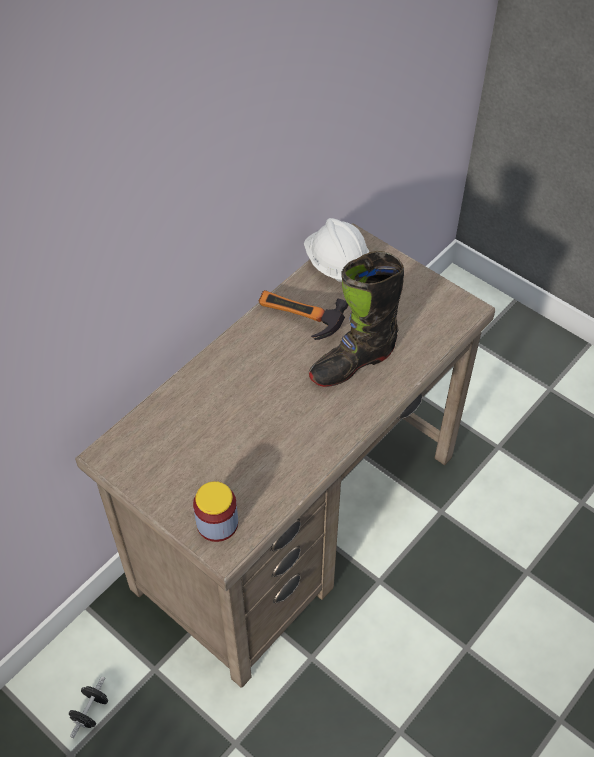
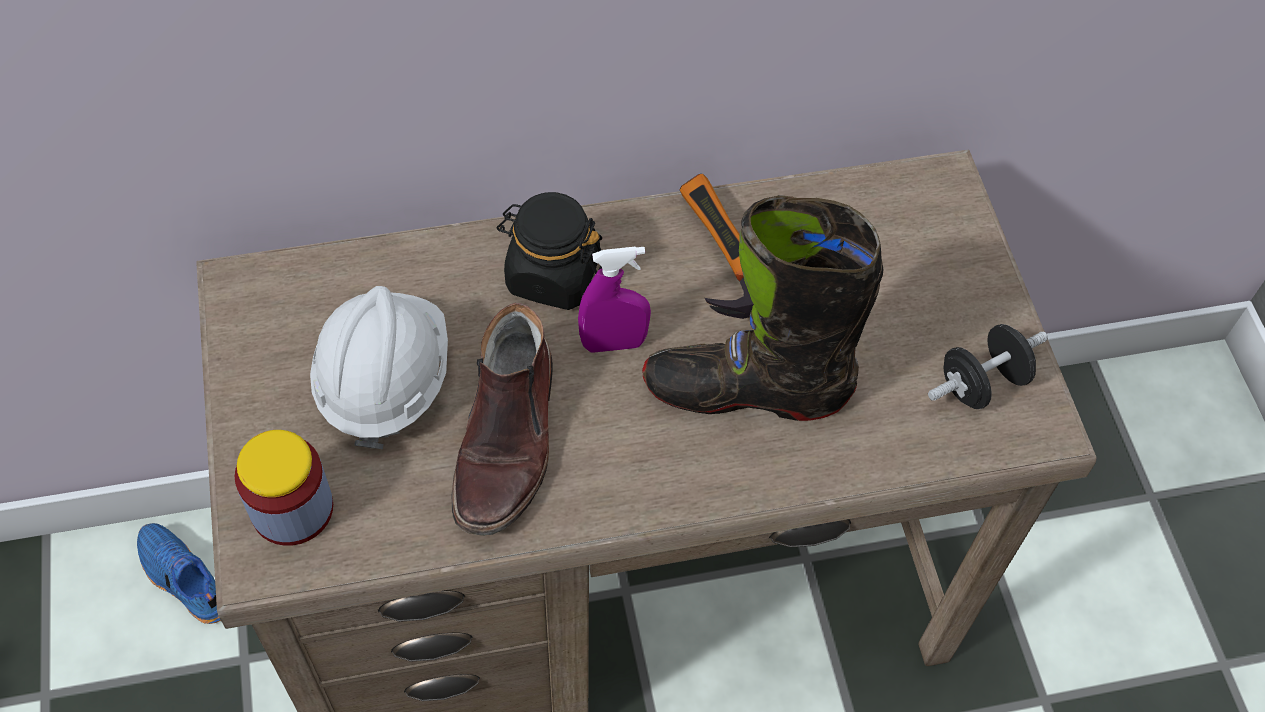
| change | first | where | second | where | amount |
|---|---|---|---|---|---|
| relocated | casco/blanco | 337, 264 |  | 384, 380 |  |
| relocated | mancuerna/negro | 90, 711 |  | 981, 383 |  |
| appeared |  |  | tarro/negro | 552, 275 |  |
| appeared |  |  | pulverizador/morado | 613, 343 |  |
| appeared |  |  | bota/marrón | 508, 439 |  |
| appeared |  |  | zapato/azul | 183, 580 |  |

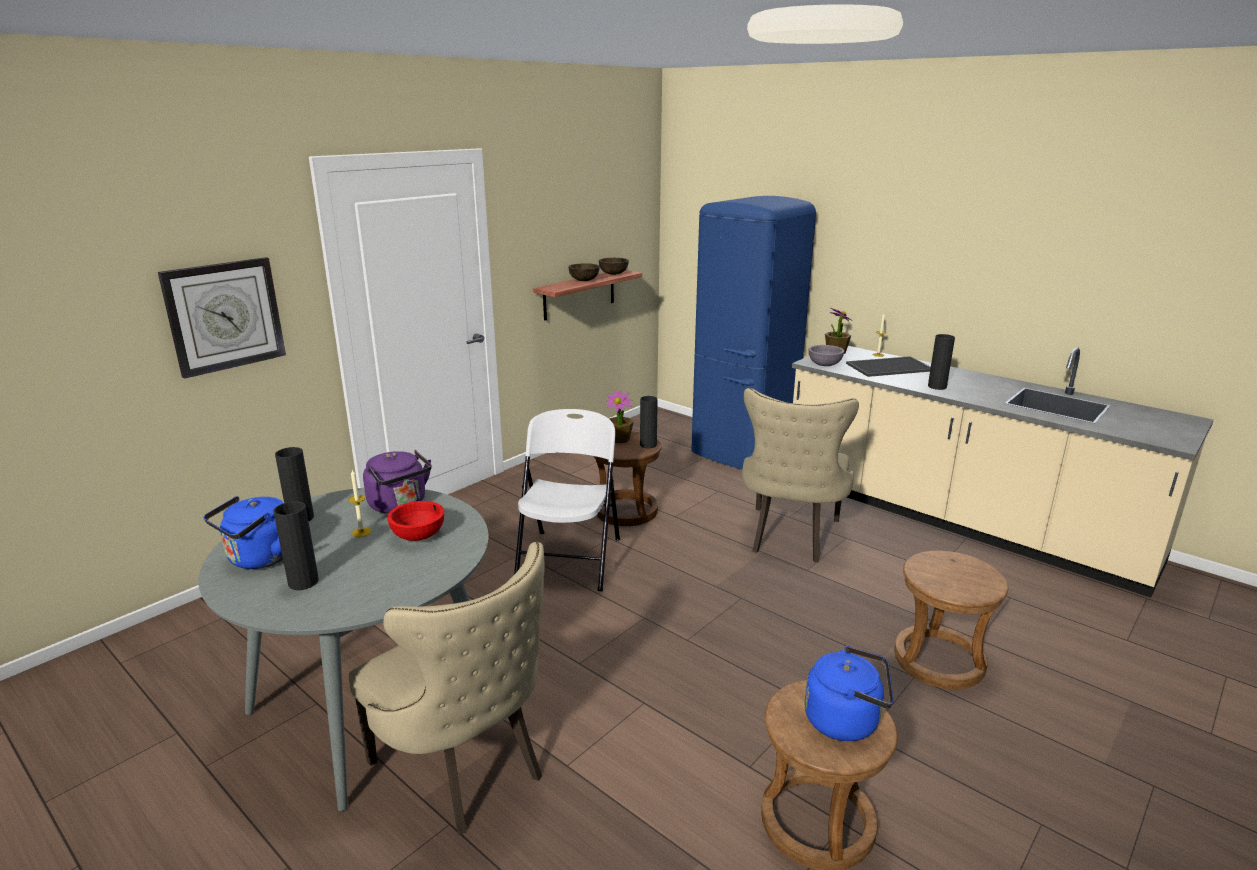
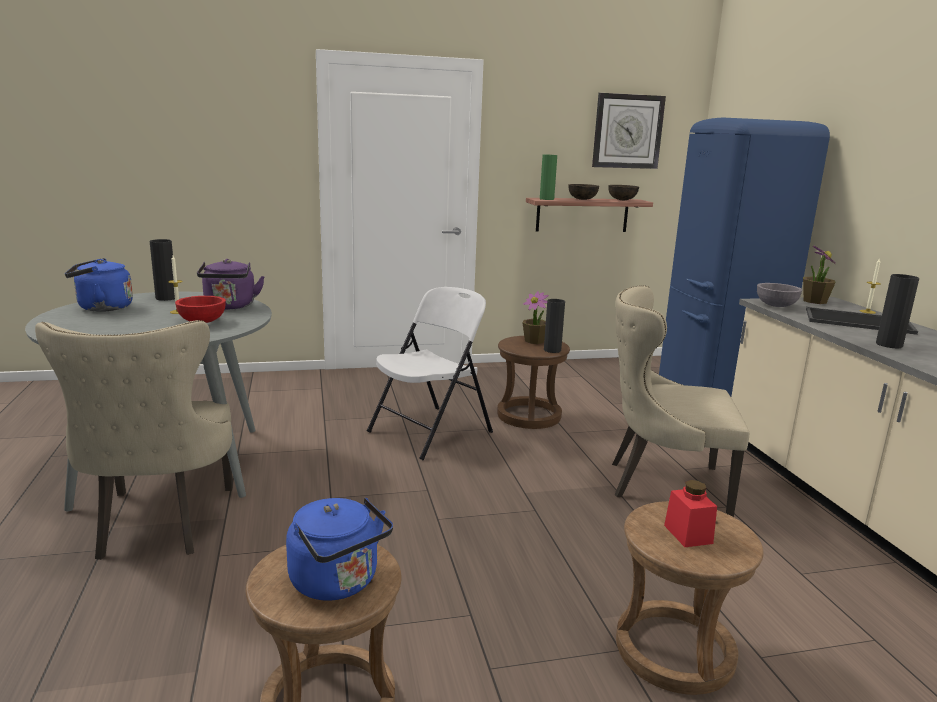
| change | first | where | second | where | amount |
|---|---|---|---|---|---|
| relocated | reloj de pared | 224, 316 |  | 627, 131 |  |
| spun | silla/beis | 790, 536 |  | 662, 484 | 45 degrees clockwise |
| missing | florero/negro | 303, 582 |  |  |  |
| appeared |  |  | florero/verde | 546, 199 |  |
| appeared |  |  | tarro/rojo | 688, 534 |  |

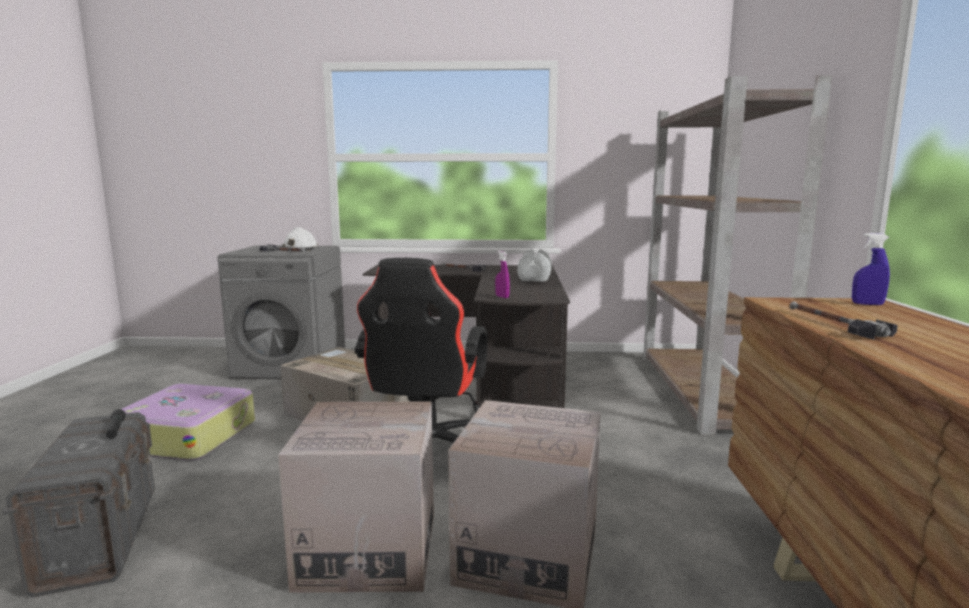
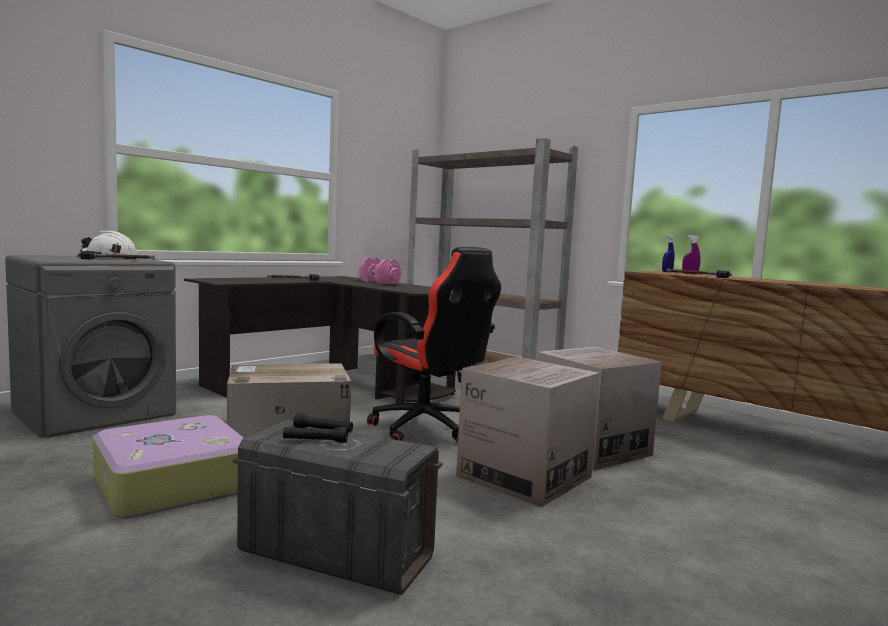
| change | first | where | second | where | amount |
|---|---|---|---|---|---|
| colour | mancuerna/blanco | 534, 278 | mancuerna/rosa | 379, 282 |  |
| relocated | pulverizador/morado | 502, 297 |  | 690, 273 |  |
| appeared |  |  | linterna/negro | 315, 441 |  |

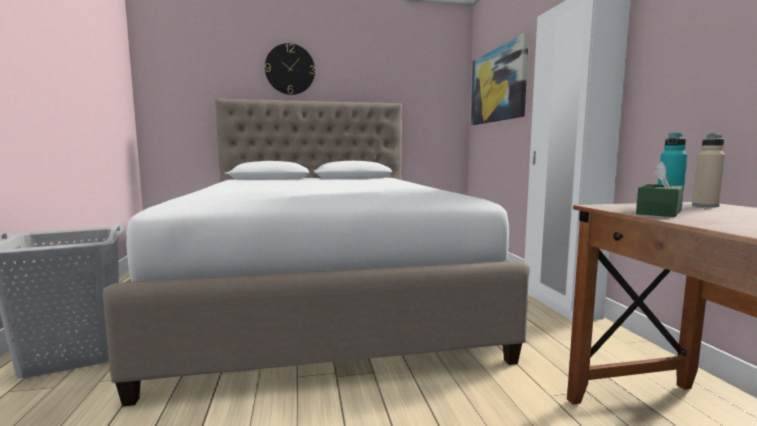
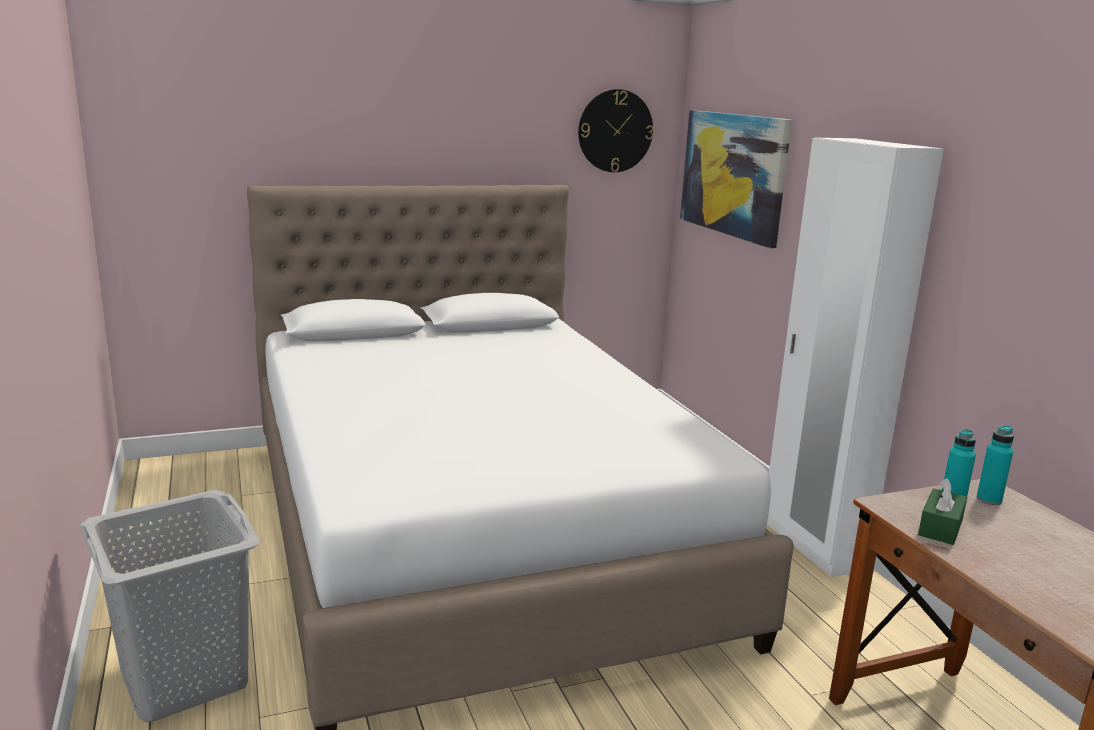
| change | first | where | second | where | amount |
|---|---|---|---|---|---|
| relocated | reloj de pared | 290, 69 |  | 615, 131 |  |
| colour | botella/beis | 705, 206 | botella/turquesa | 989, 500 |  |

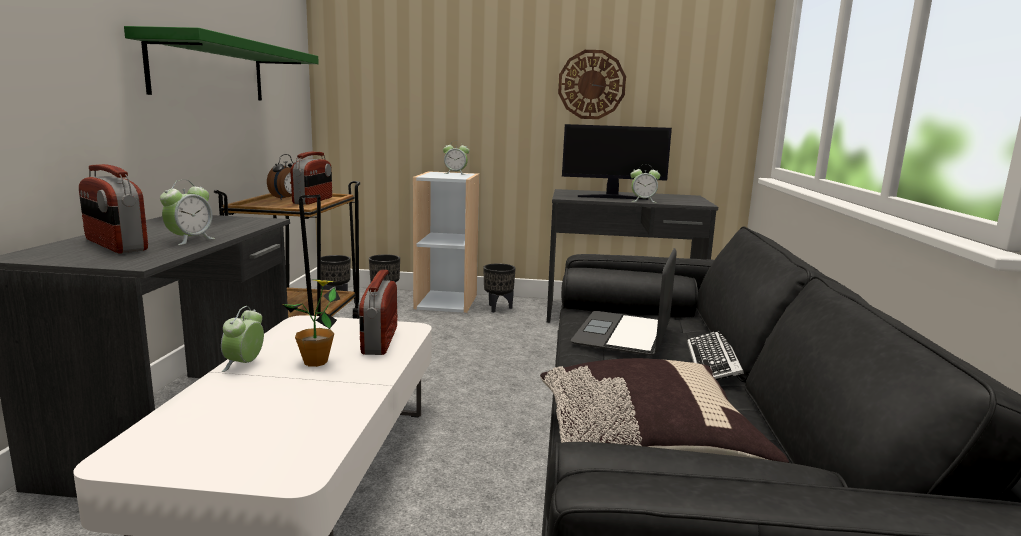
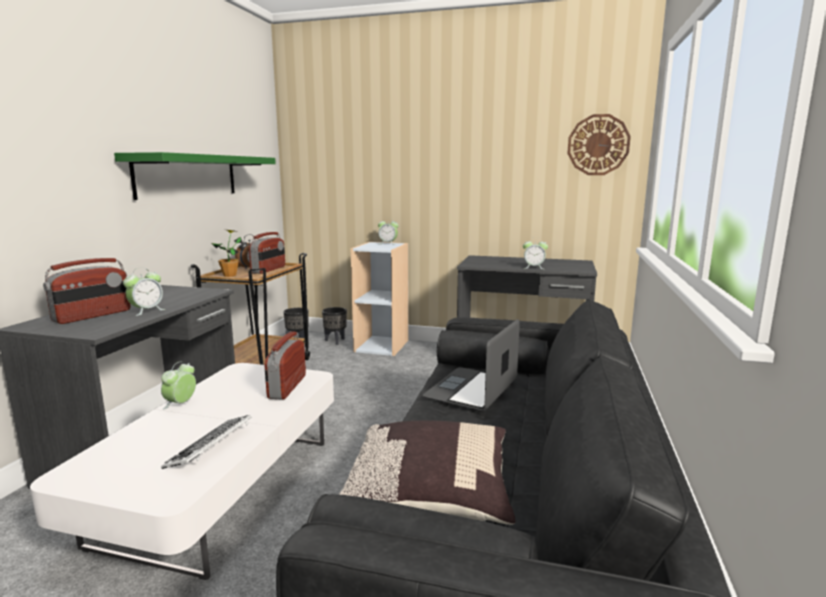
| change | first | where | second | where | amount |
|---|---|---|---|---|---|
| relocated | reloj de pared | 591, 84 |  | 598, 145 |  |
| missing | monitor | 612, 197 |  |  |  |
| spun | radio | 115, 245 |  | 93, 316 | 105 degrees counterclockwise |
| missing | maceta/negro | 498, 308 |  |  |  |
| relocated | planta en maceta | 316, 362 |  | 230, 275 |  |
| relocated | teclado | 712, 363 |  | 210, 447 |  |

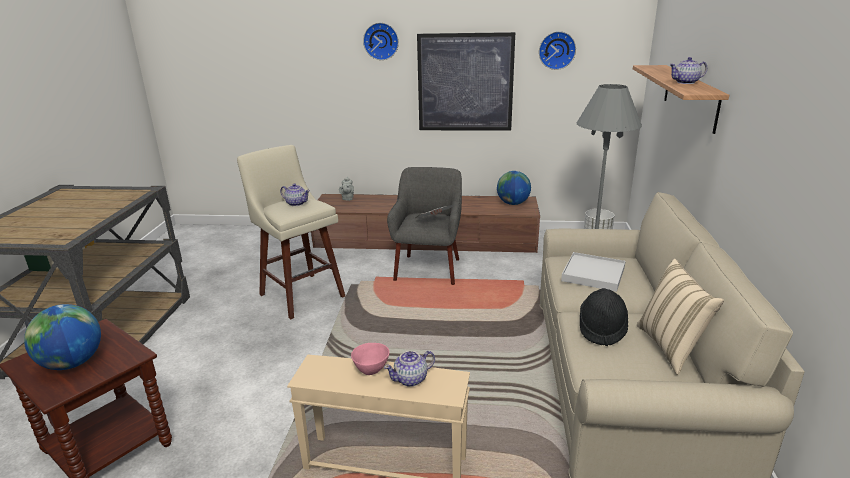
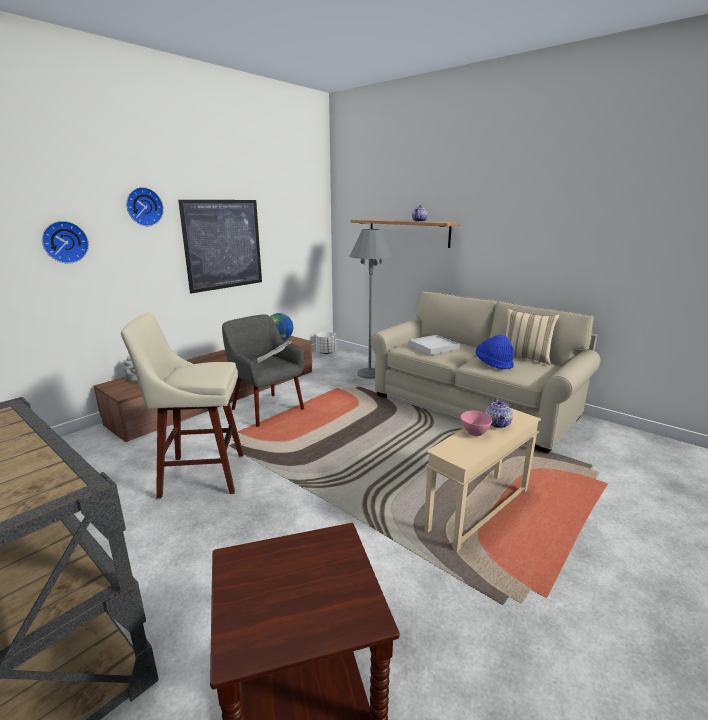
| change | first | where | second | where | amount |
|---|---|---|---|---|---|
| relocated | reloj de pared | 556, 50 |  | 64, 242 |  |
| missing | tetera | 296, 203 |  |  |  |
| colour | sombrero/negro | 602, 329 | sombrero/azul | 493, 363 |  |
| missing | globo terráqueo | 72, 363 |  |  |  |

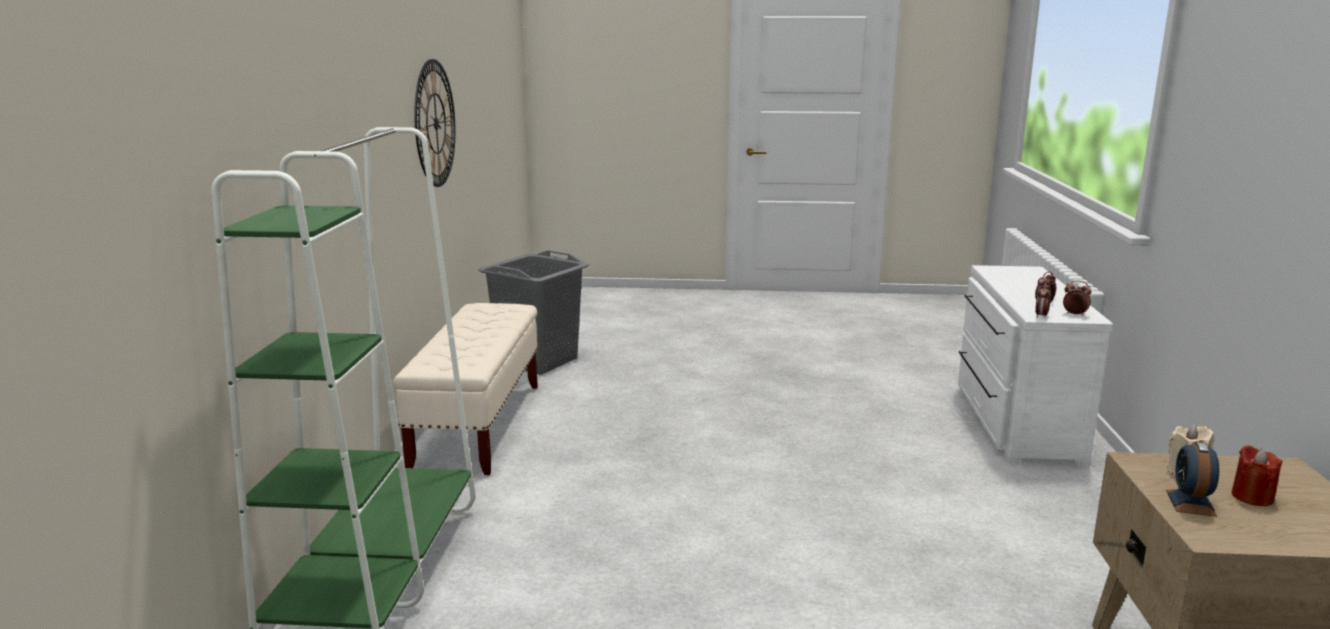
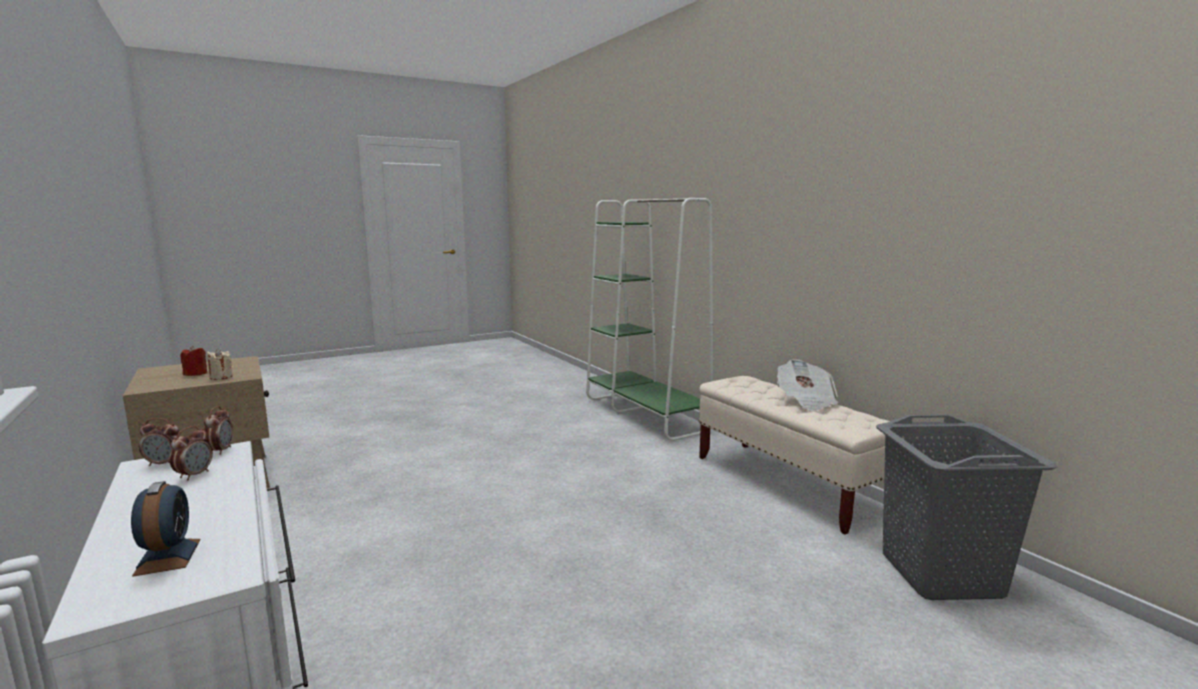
| change | first | where | second | where | amount |
|---|---|---|---|---|---|
| missing | reloj de pared | 435, 123 |  |  |  |
| relocated | despertador | 1190, 503 |  | 168, 557 |  |
| appeared |  |  | periódico | 805, 401 |  |

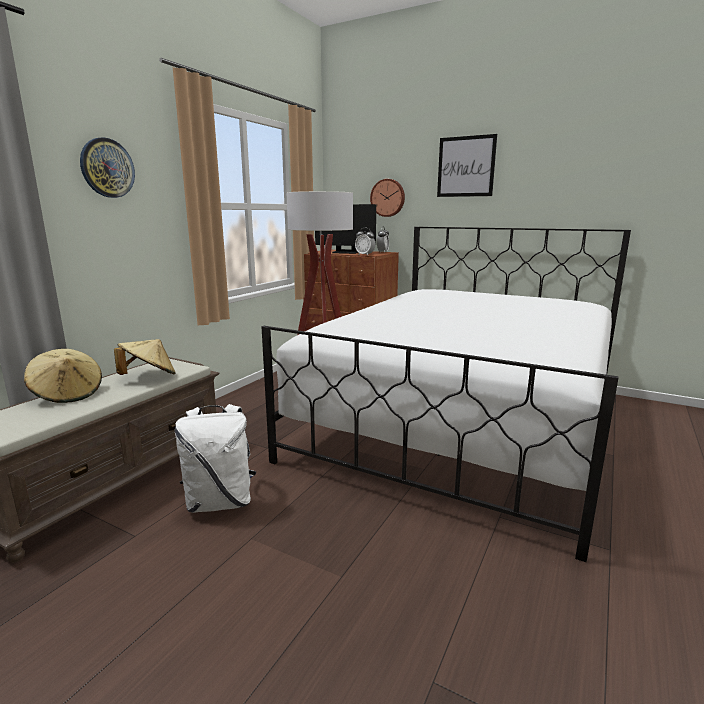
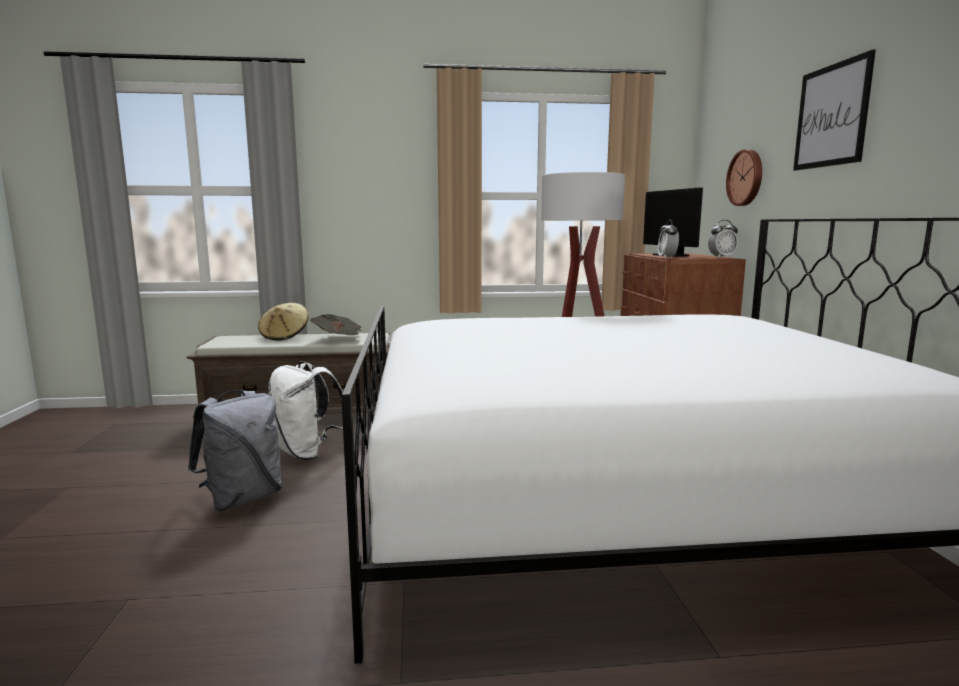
| change | first | where | second | where | amount |
|---|---|---|---|---|---|
| missing | reloj de pared | 107, 168 |  |  |  |
| exchanged | sombrero/beis | 149, 377 | periódico | 339, 339 |  |
| appeared |  |  | mochila/gris | 243, 499 |  |

